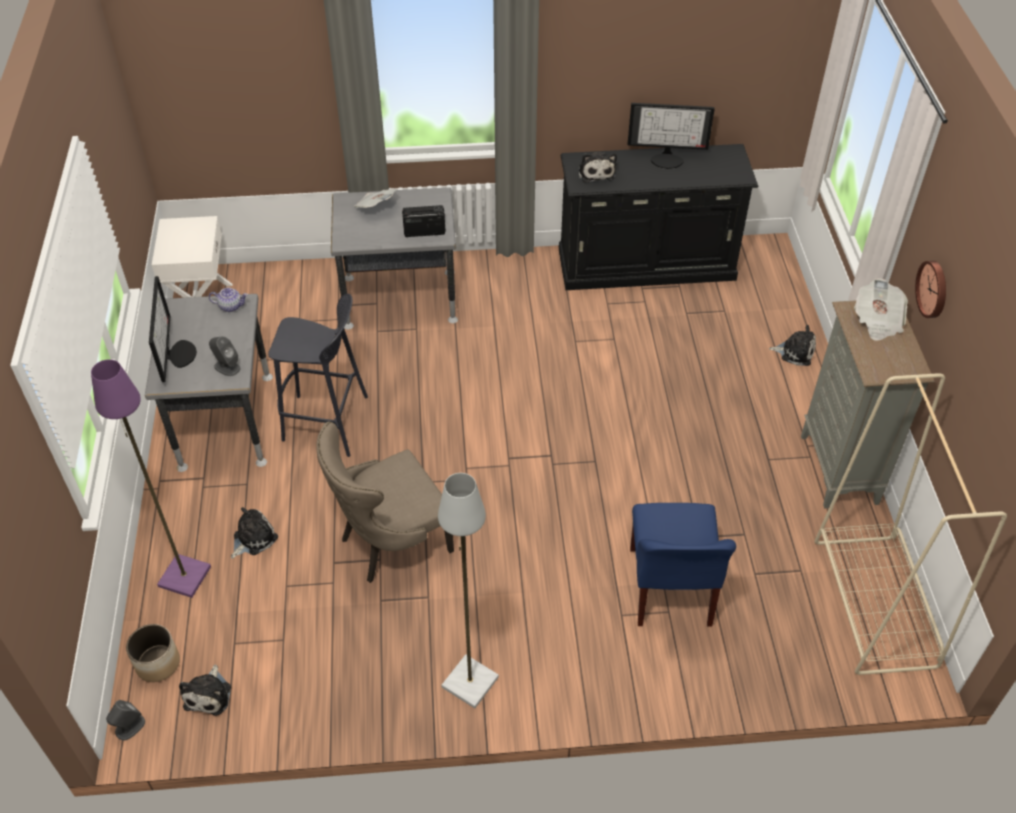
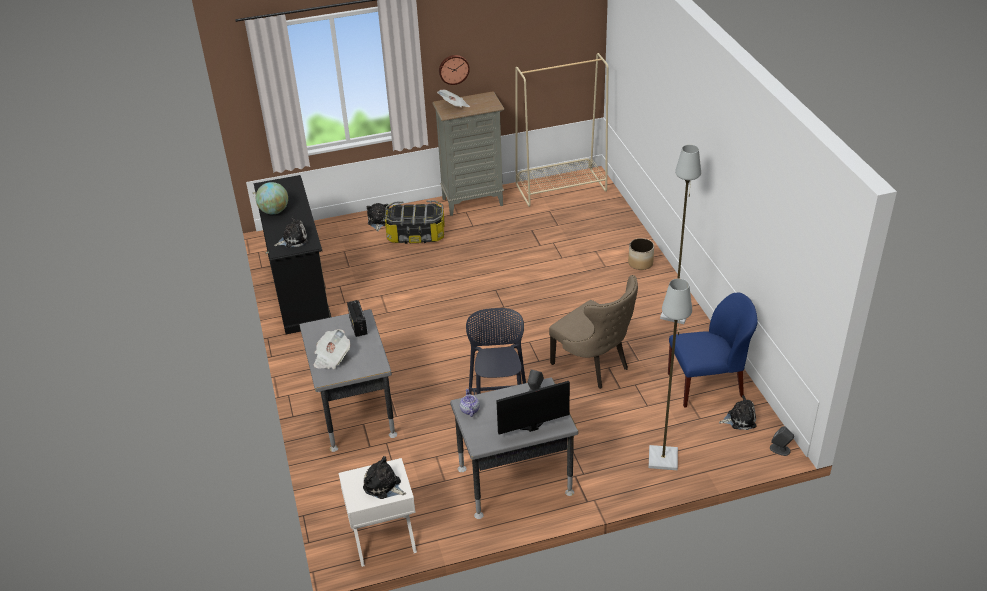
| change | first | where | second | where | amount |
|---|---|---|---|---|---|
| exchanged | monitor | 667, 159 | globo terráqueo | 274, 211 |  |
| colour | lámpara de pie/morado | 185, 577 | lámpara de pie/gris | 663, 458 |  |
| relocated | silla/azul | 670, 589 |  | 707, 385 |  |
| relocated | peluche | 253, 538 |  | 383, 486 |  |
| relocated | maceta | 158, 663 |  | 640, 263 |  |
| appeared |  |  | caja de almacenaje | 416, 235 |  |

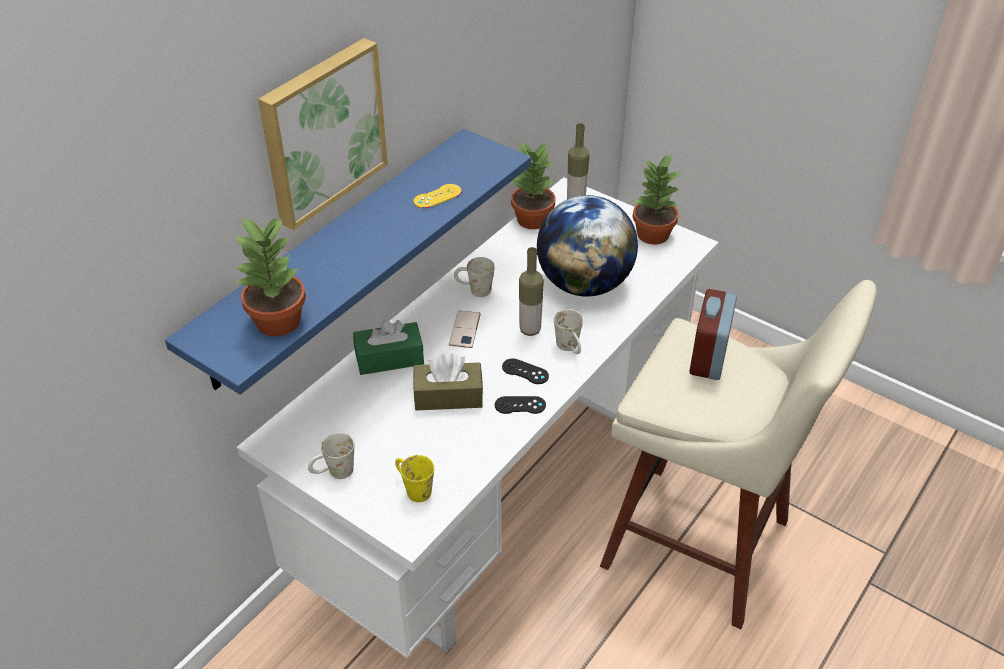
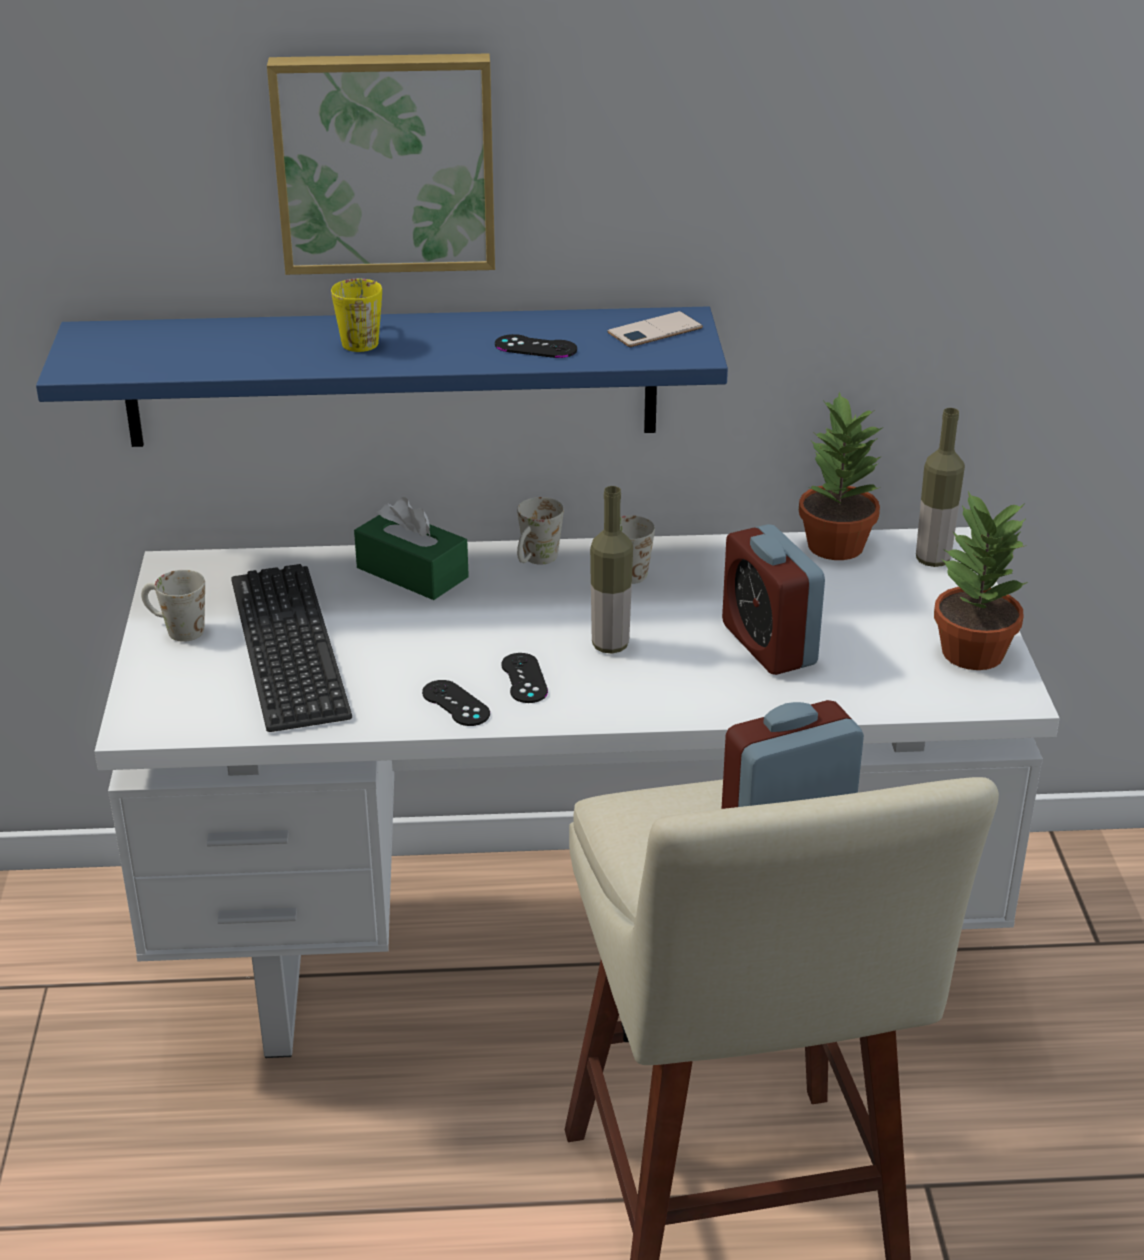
| change | first | where | second | where | amount |
|---|---|---|---|---|---|
| colour | mando de consola/amarillo | 437, 196 | mando de consola/negro | 535, 347 |  |
| exchanged | globo terráqueo | 584, 284 | despertador | 768, 644 |  |
| missing | planta en maceta | 279, 322 |  |  |  |
| relocated | taza grande/blanco | 570, 348 |  | 535, 561 |  |
| relocated | móvil | 464, 329 |  | 655, 331 |  |
| missing | caja de pañuelos/marrón | 448, 396 |  |  |  |
| relocated | taza grande/amarillo | 413, 488 |  | 361, 339 |  |
| appeared |  |  | teclado | 289, 647 |  |

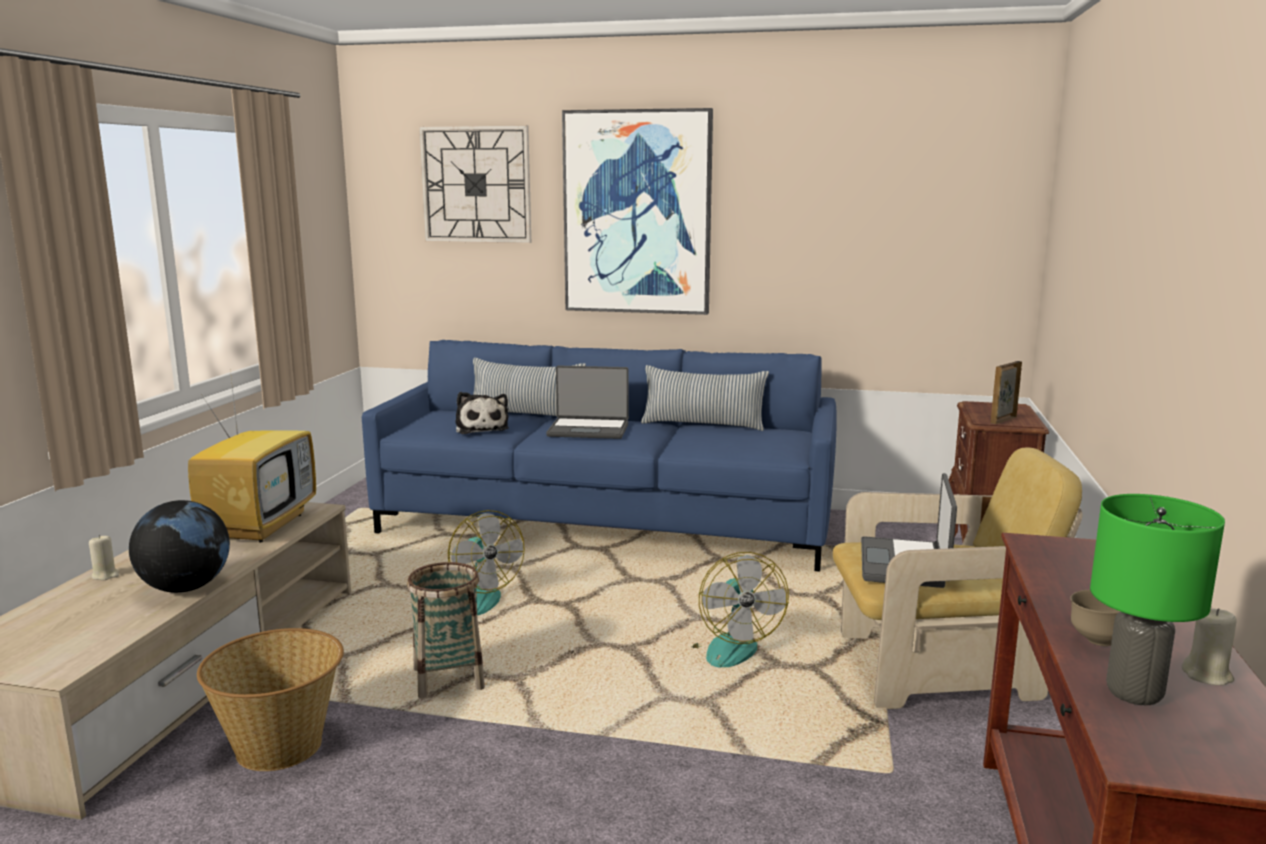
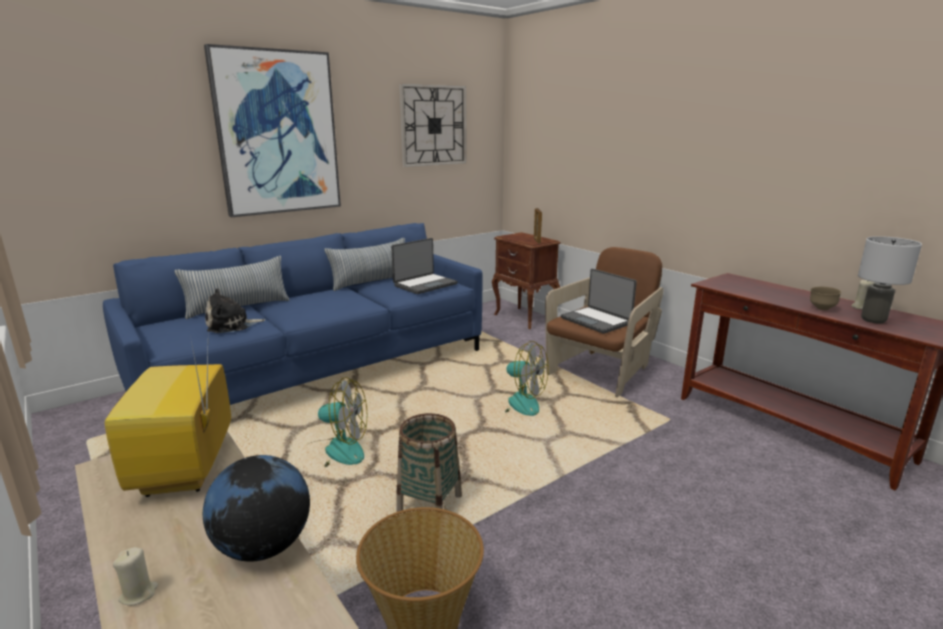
| change | first | where | second | where | amount |
|---|---|---|---|---|---|
| relocated | reloj de pared | 476, 184 |  | 433, 125 |  |
| relocated | portátil | 588, 430 |  | 424, 284 |  |
| spun | televisor | 260, 526 |  | 187, 470 | 150 degrees counterclockwise |
| spun | peluche | 481, 428 |  | 231, 325 | 135 degrees clockwise |
| colour | sillón/amarillo | 936, 670 | sillón/marrón | 601, 372 |  |
| colour | lámpara de mesa/verde | 1136, 693 | lámpara de mesa/blanco | 872, 320 |  |

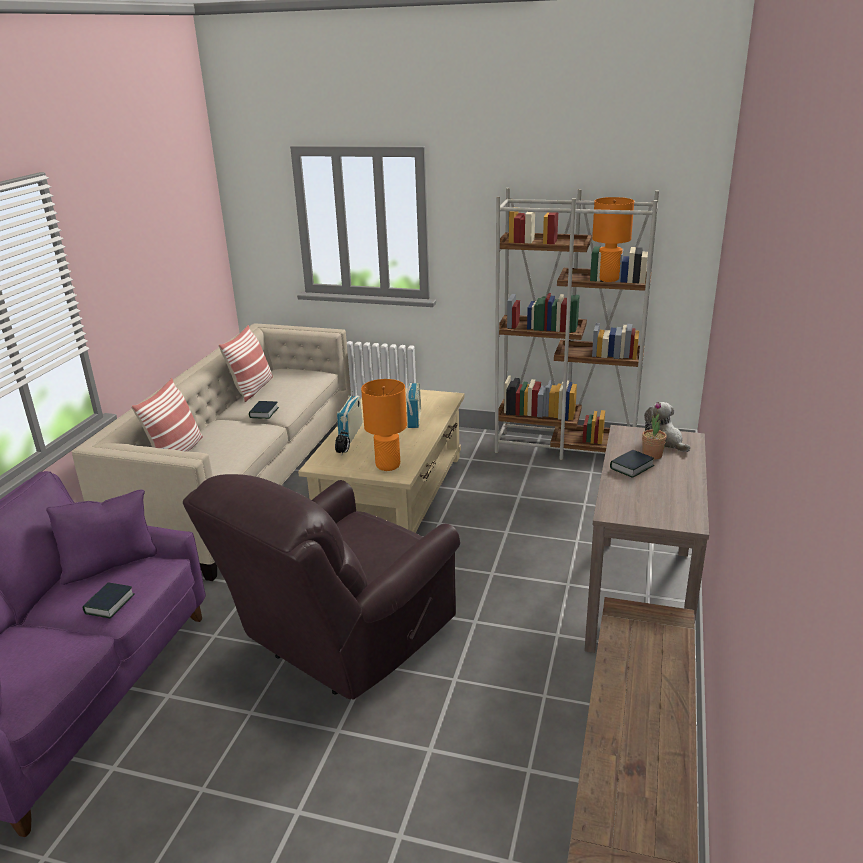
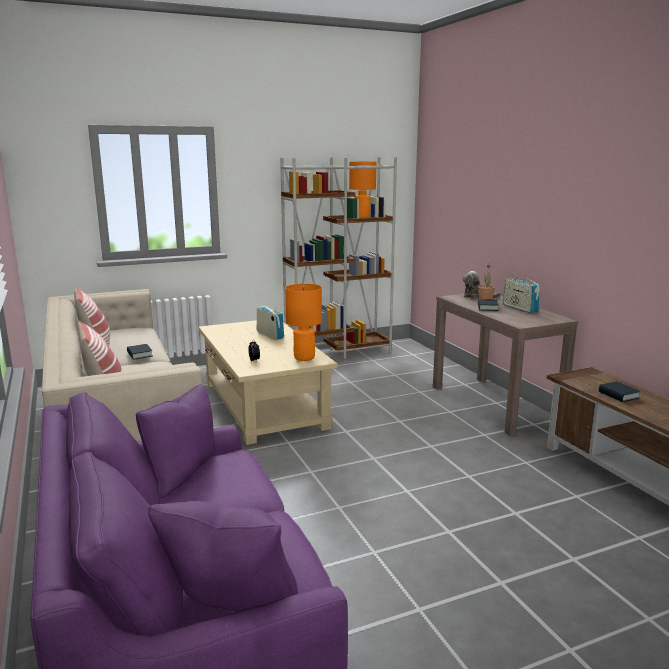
| change | first | where | second | where | amount |
|---|---|---|---|---|---|
| relocated | radio | 351, 433 |  | 520, 308 |  |
| missing | sillón/marrón | 341, 644 |  |  |  |
| relocated | libro | 109, 604 |  | 618, 395 |  |

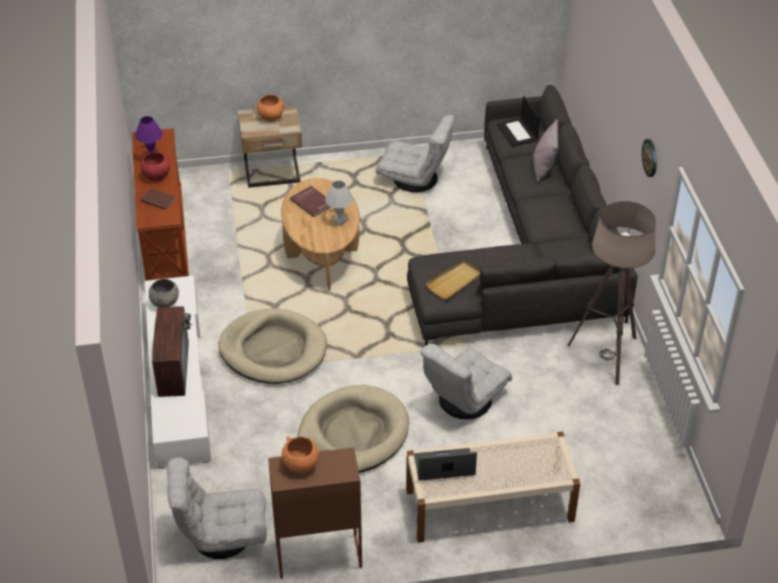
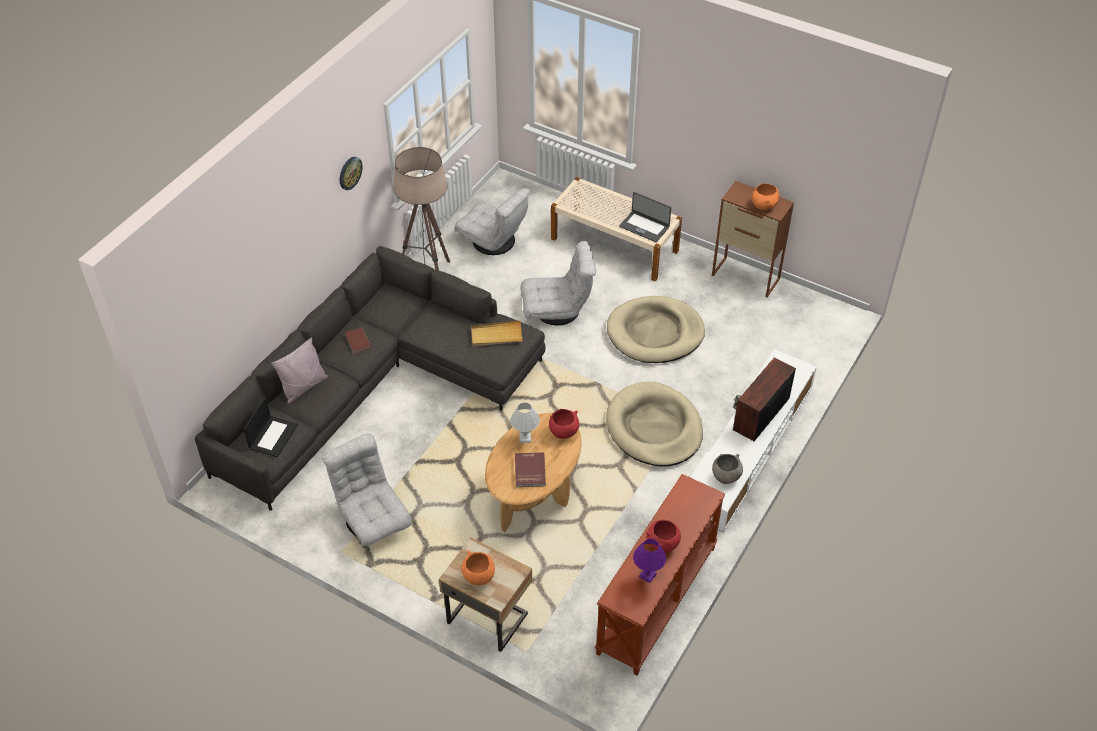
| change | first | where | second | where | amount |
|---|---|---|---|---|---|
| relocated | libro/marrón | 158, 199 |  | 357, 341 |  |
| relocated | sillón/gris | 222, 534 |  | 492, 241 |  |
| appeared |  |  | cuenco/rojo | 563, 432 |  |

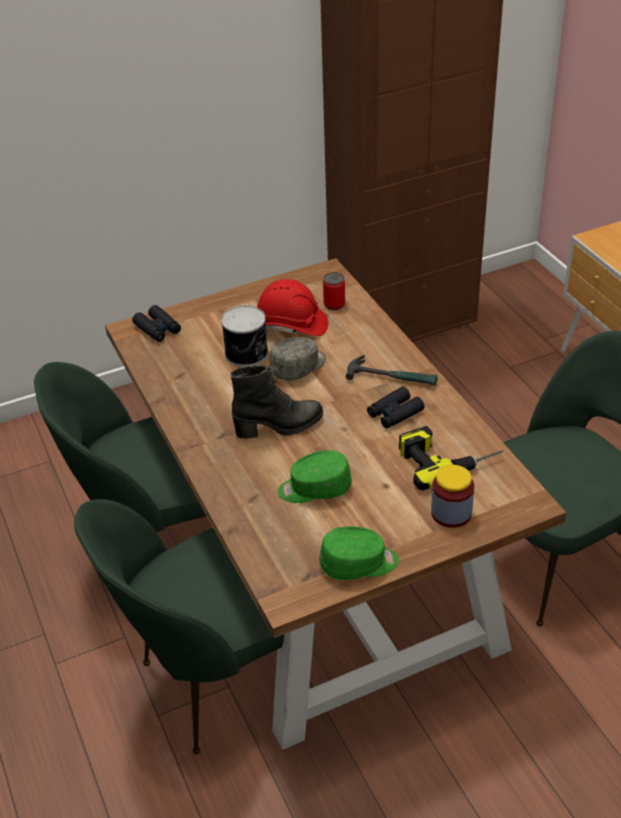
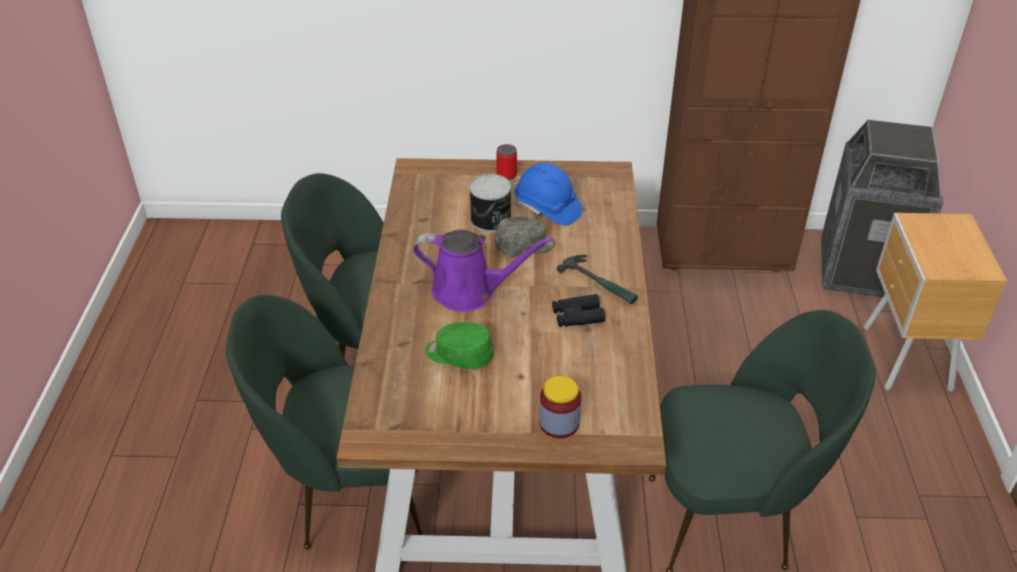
| change | first | where | second | where | amount |
|---|---|---|---|---|---|
| relocated | lata | 334, 304 |  | 506, 175 |  |
| colour | casco/rojo | 292, 325 | casco/azul | 547, 208 |  |
| missing | prismáticos/negro | 158, 329 |  |  |  |
| exchanged | bota/negro | 279, 427 | regadera/morado | 470, 291 |  |
| missing | taladro | 446, 458 |  |  |  |
| missing | gorra/verde | 359, 564 |  |  |  |
| appeared |  |  | papelera | 863, 269 |  |

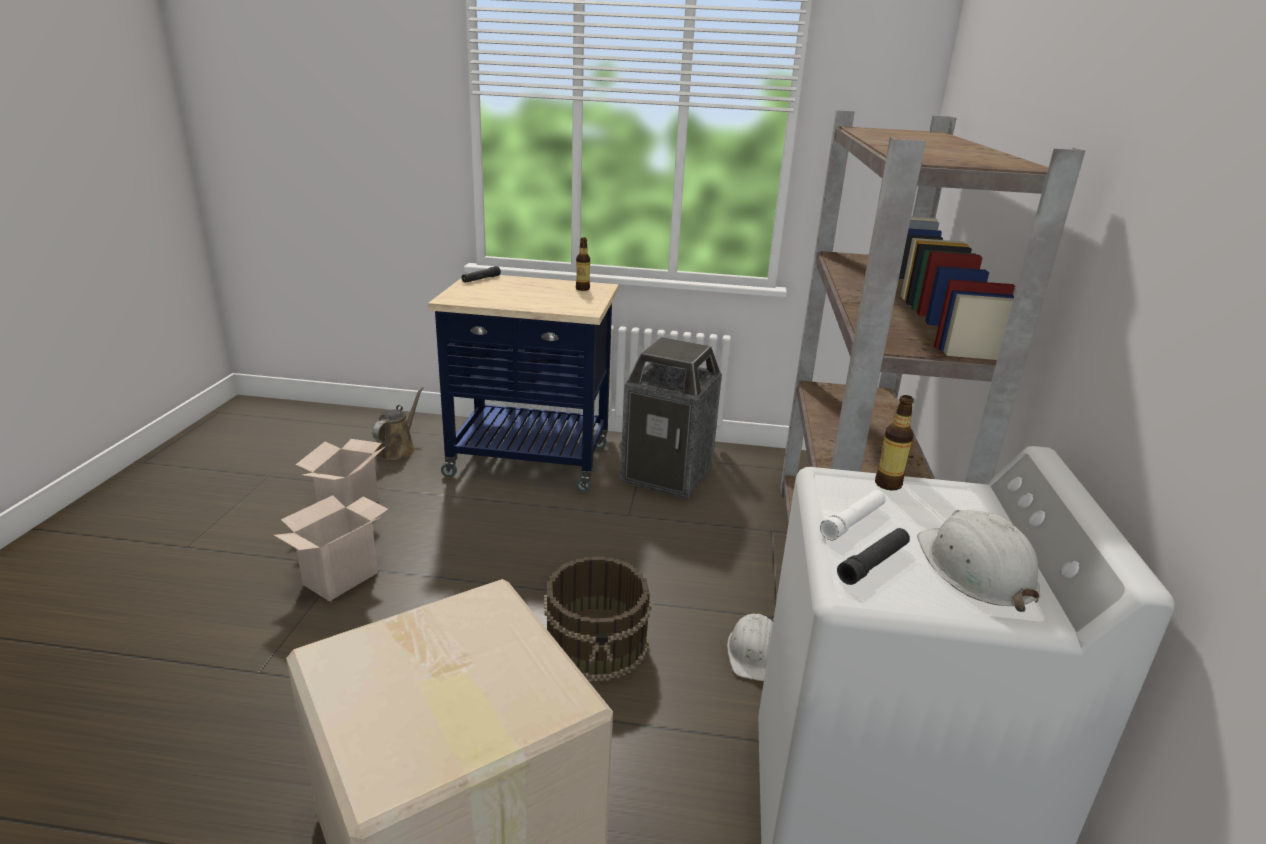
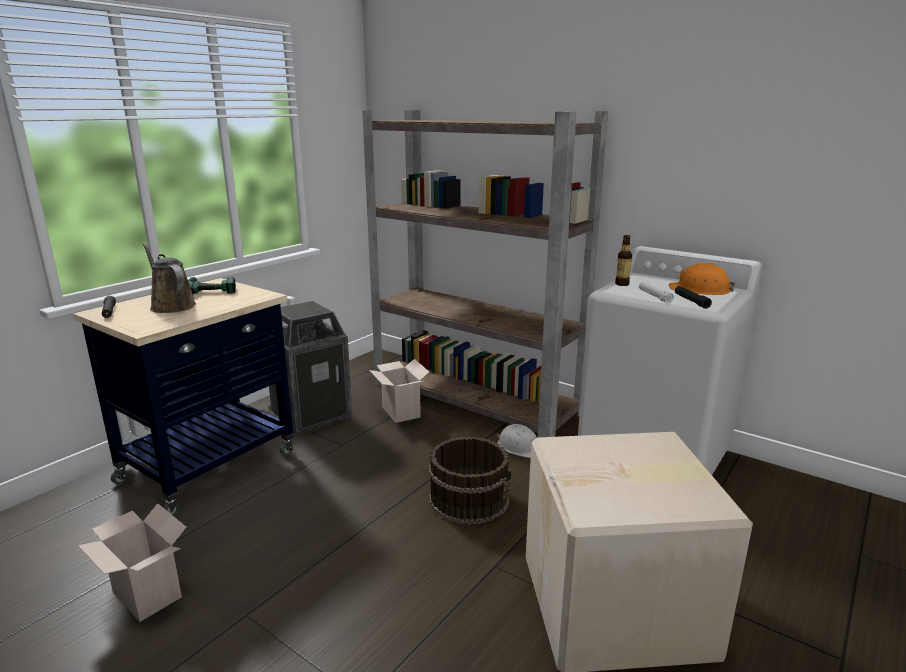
| change | first | where | second | where | amount |
|---|---|---|---|---|---|
| exchanged | botella | 582, 289 | taladro | 211, 288 |  |
| relocated | regadera/marrón | 398, 449 |  | 171, 305 |  |
| relocated | caja de cartón | 341, 577 |  | 399, 412 |  |
| colour | casco/blanco | 975, 569 | casco/naranja | 700, 290 |  |

